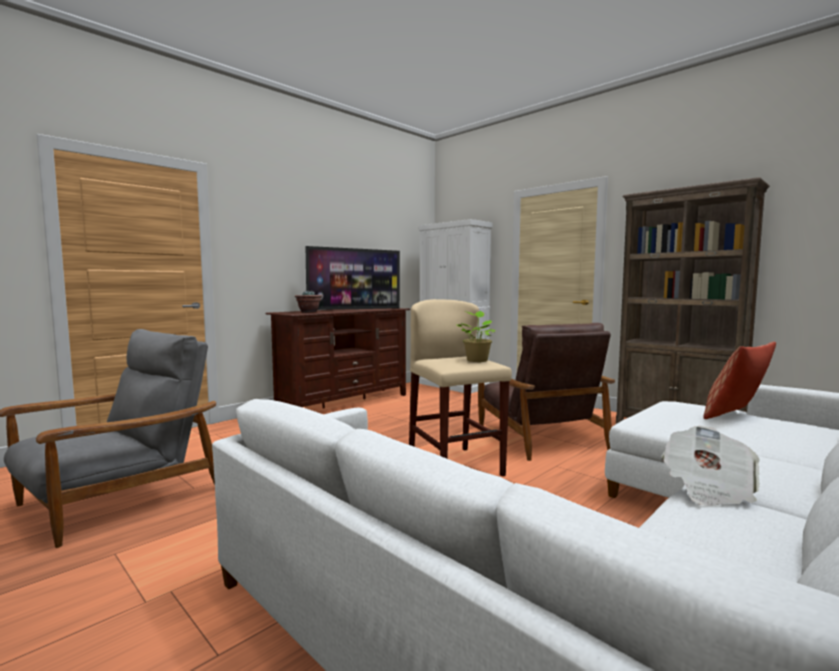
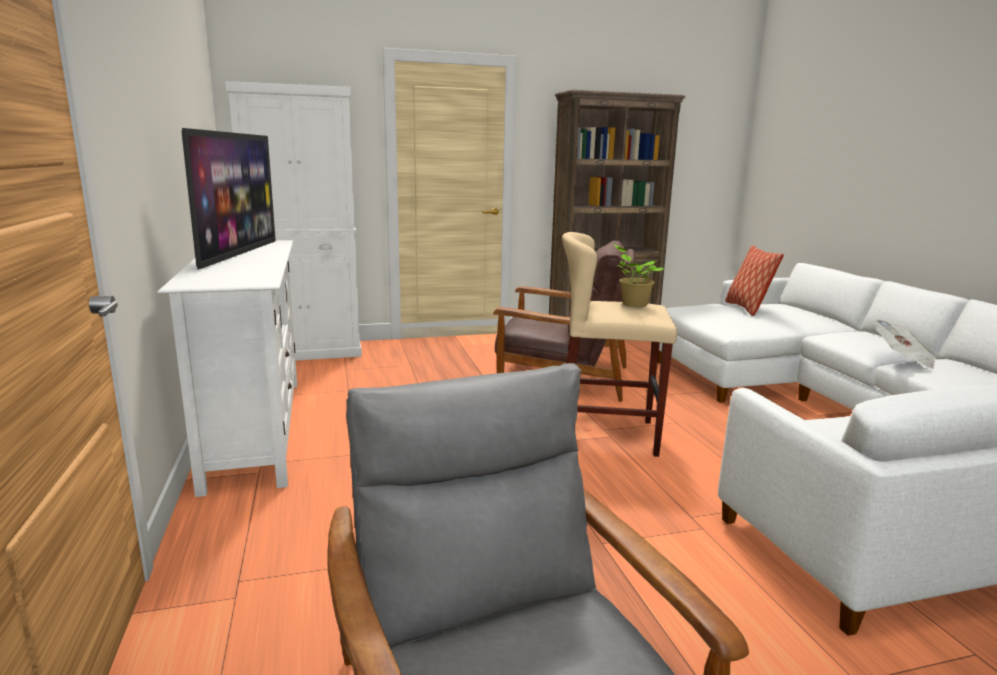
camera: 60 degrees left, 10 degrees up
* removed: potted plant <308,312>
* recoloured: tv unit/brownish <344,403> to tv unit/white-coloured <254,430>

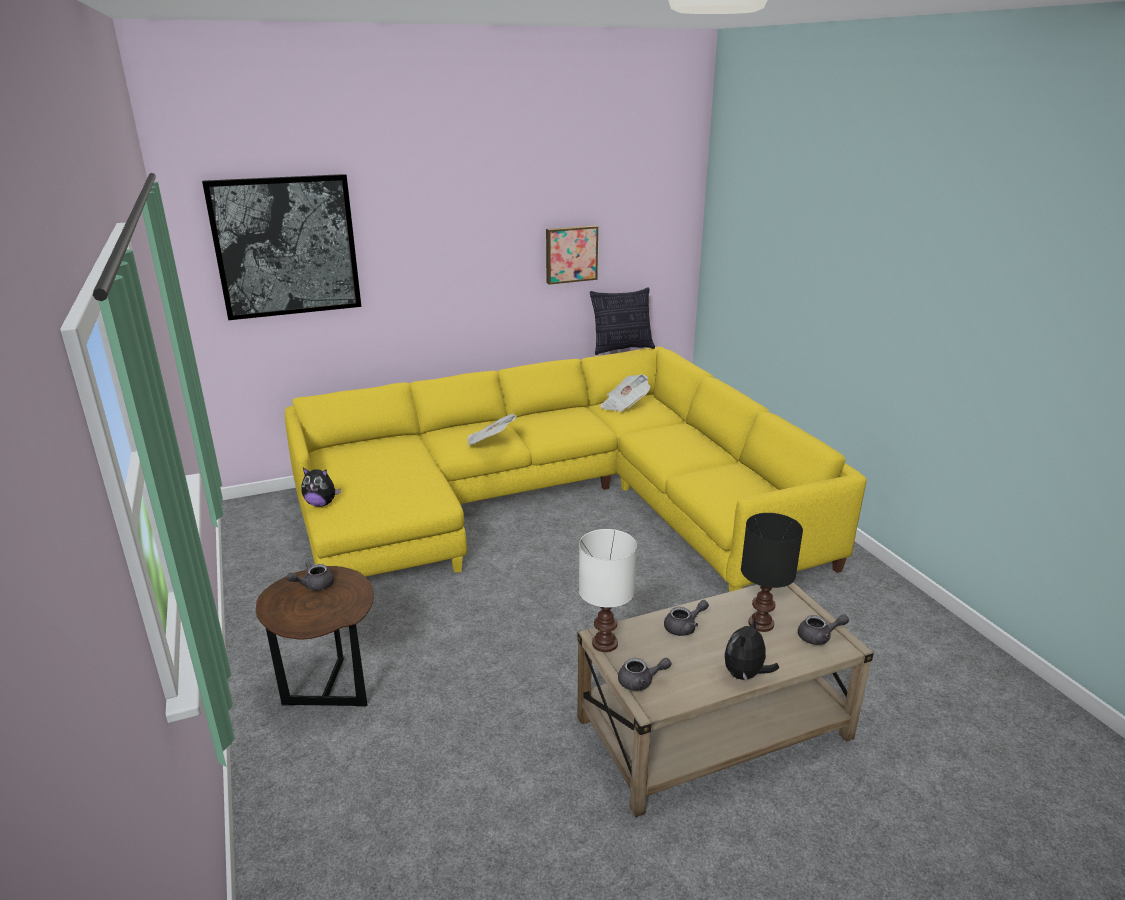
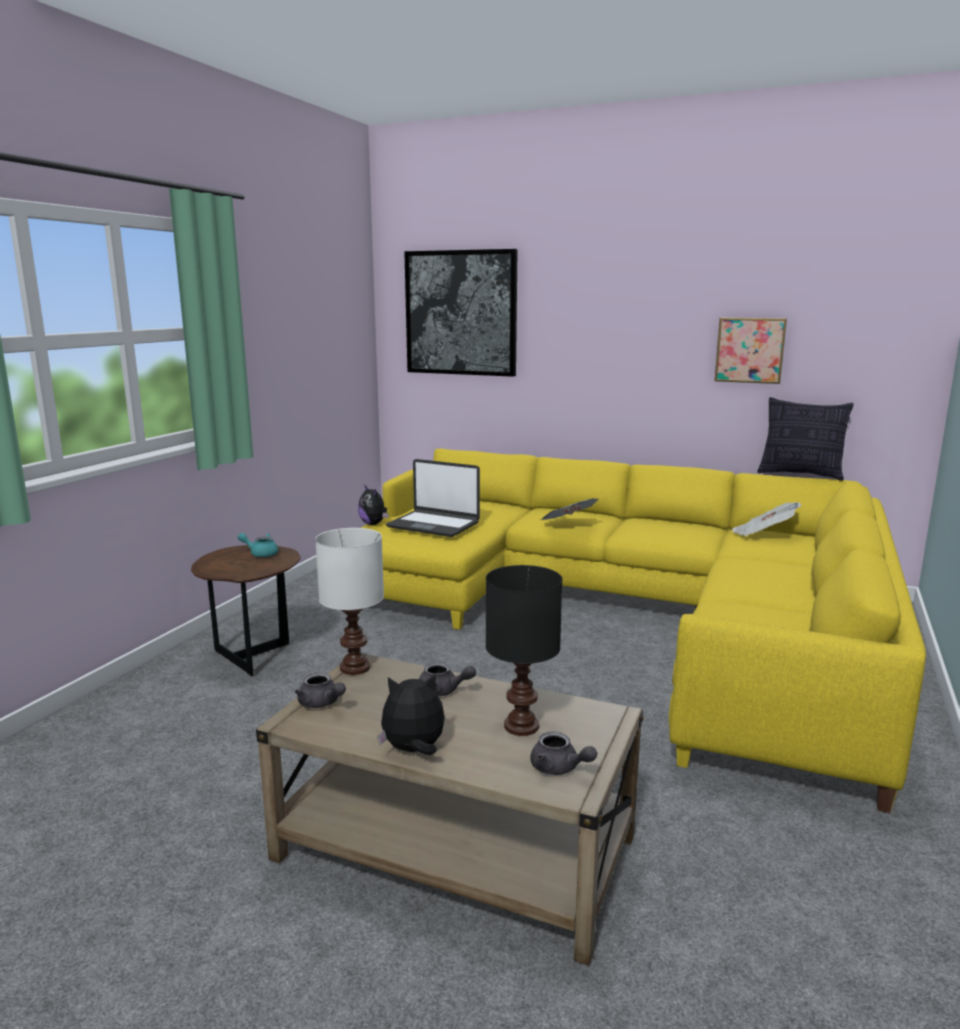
camera: 45 degrees right, 10 degrees down
* added: notebook computer <434,525>
* recoloured: teapot/grey <314,585> to teapot/blue-green <261,554>

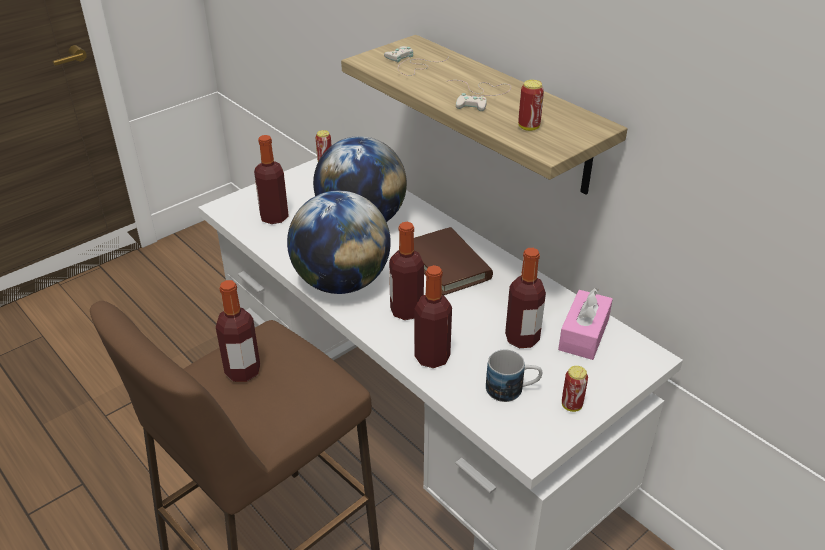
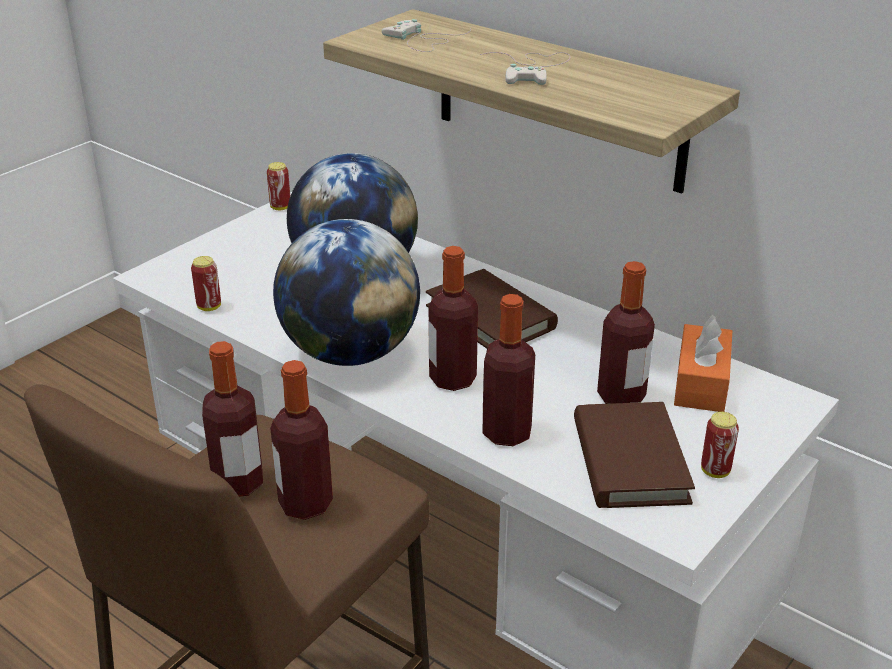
camera: 10 degrees left, 5 degrees down
* moved: bottle <274,217> to <305,504>
* moved: metal can <528,127> to <209,307>
* replaced: tea mug <512,390> to volume/brownish <629,461>
* recoloured: tissue box/pinkish <583,334> to tissue box/orangey <701,383>

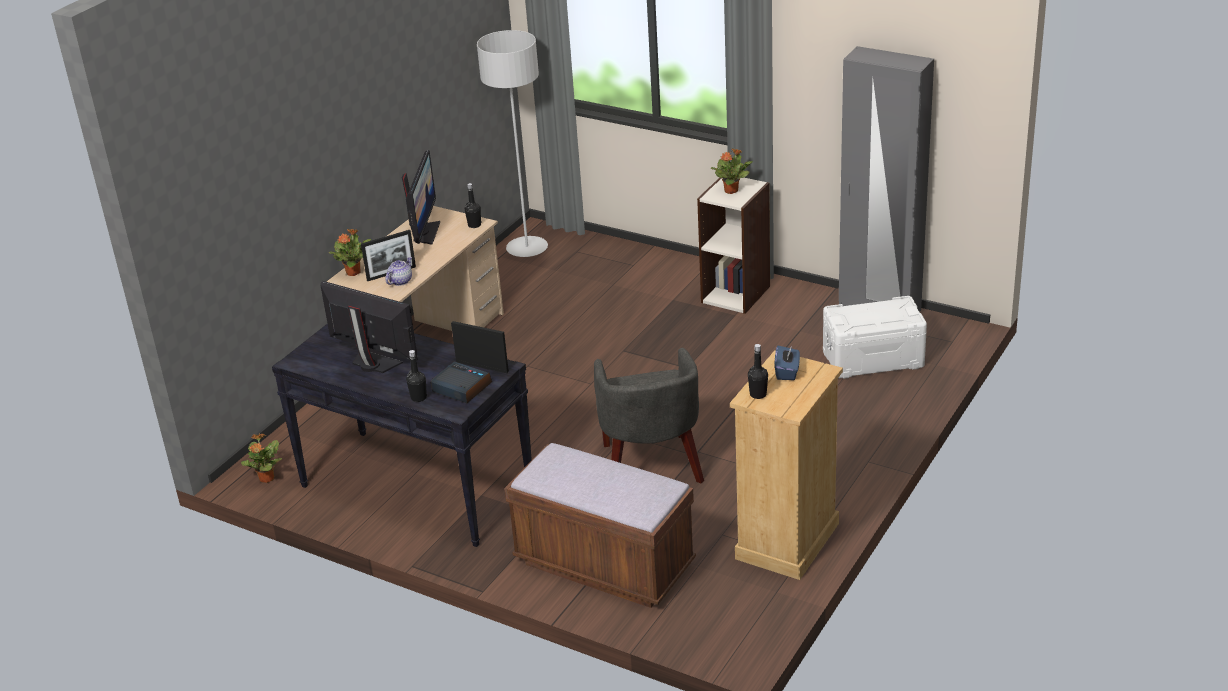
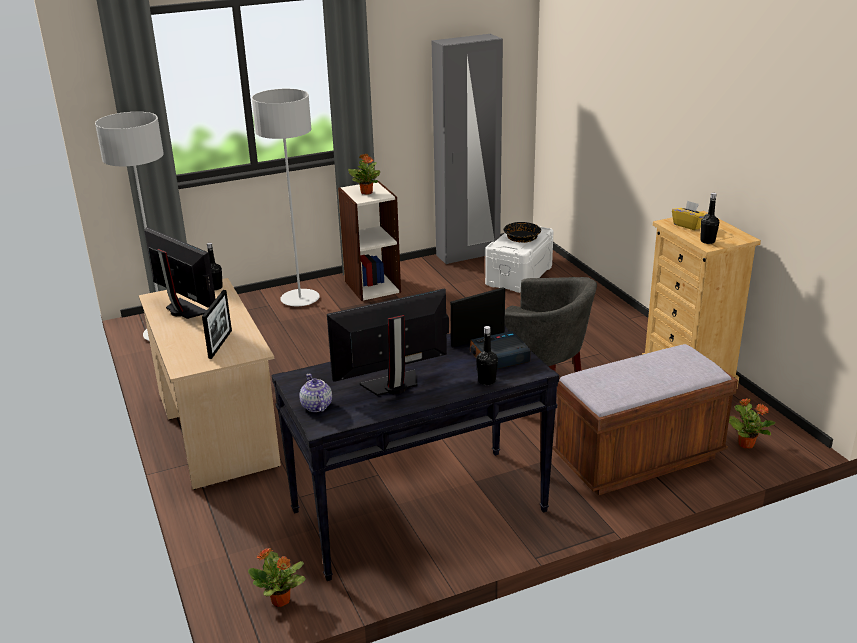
camera: 55 degrees left, 5 degrees down
* added: standing lamp/grey <300,299>
* added: bowl/blackish <522,238>
* moved: potted plant <353,272> to <745,444>
* moved: teapot <400,281> to <316,406>
* recoloured: tissue box/blue-coloured <787,372> to tissue box/yellowish <688,225>

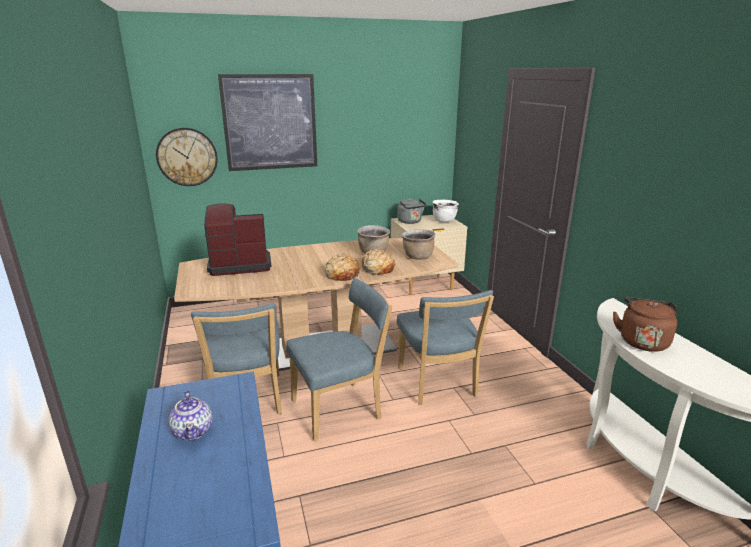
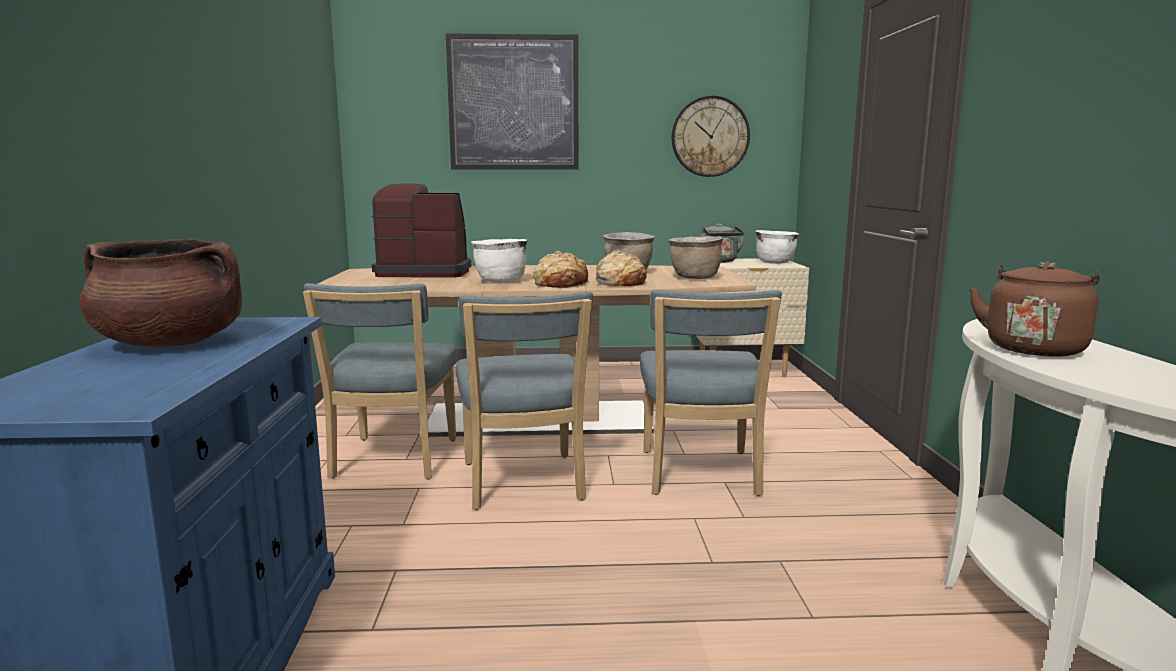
camera: 15 degrees right, 10 degrees down
* added: stockpot/white-coloured <500,281>
* moved: wall clock <187,157> to <710,136>
* replaced: teapot <193,431> to stockpot/brownish <172,343>
* turned: chair/blue-coloured <340,408> = <523,484> 90 degrees clockwise

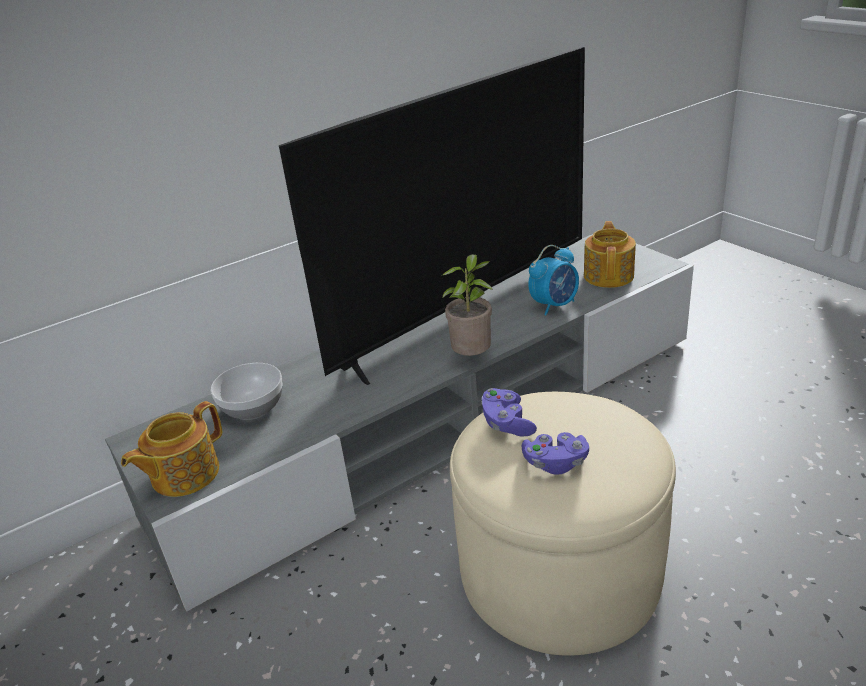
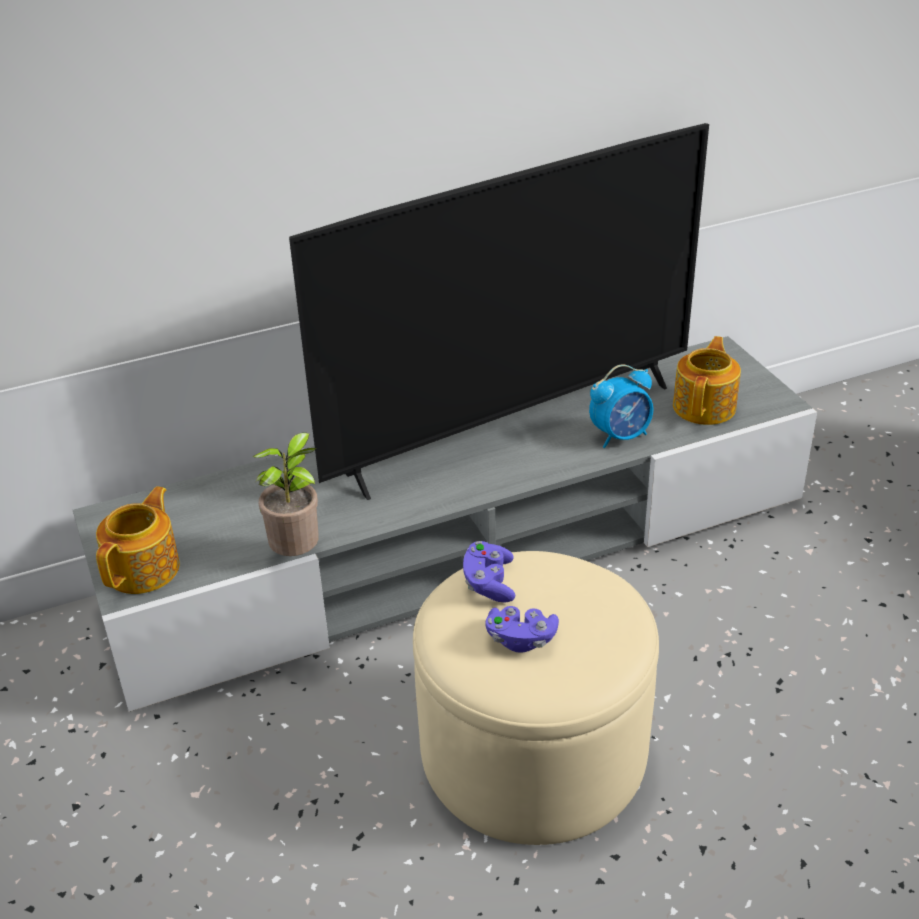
camera: 10 degrees right, 5 degrees up
* removed: bowl <254,407>
* moved: potted plant <473,357> to <299,554>
* turned: teapot <183,474> = <145,568> 150 degrees clockwise

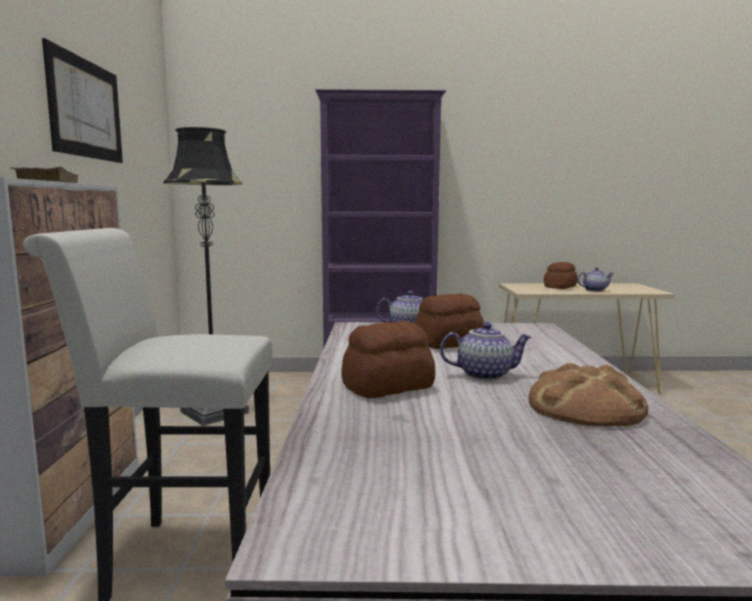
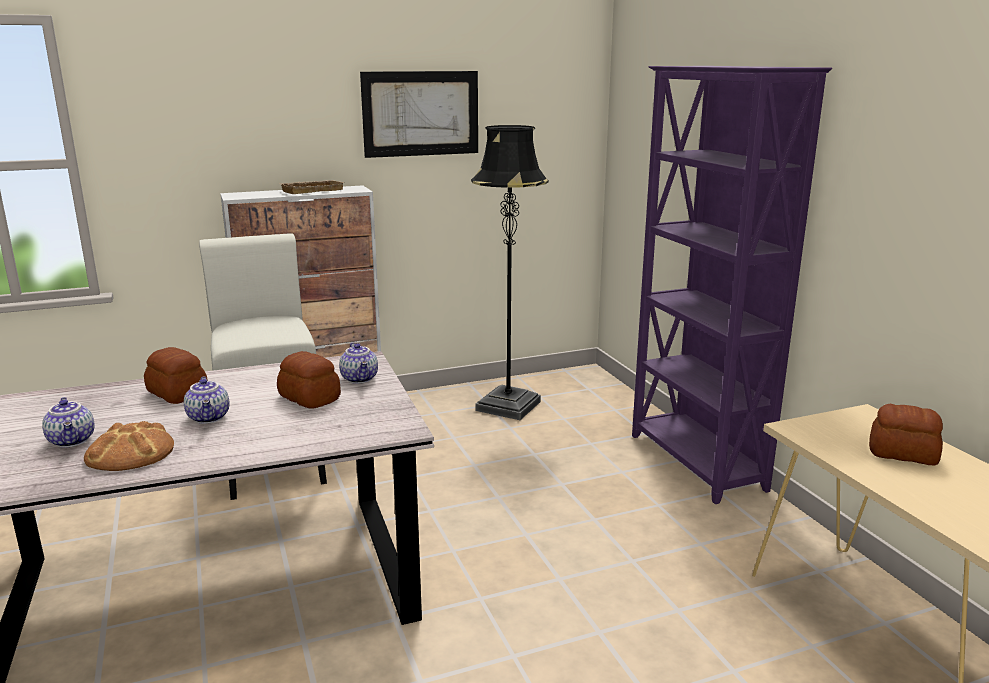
camera: 70 degrees right, 10 degrees up
* moved: teapot <594,290> to <73,440>

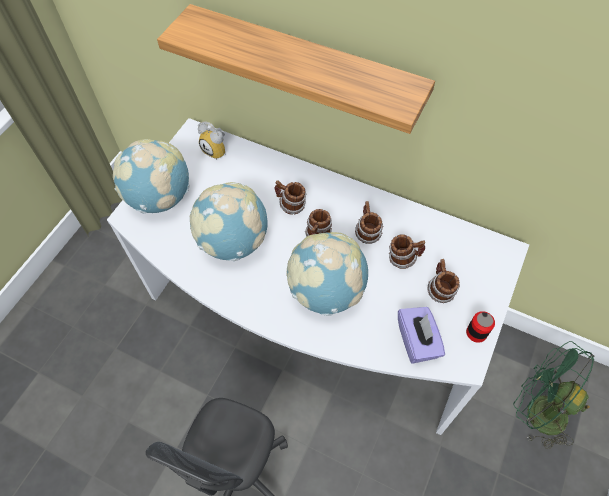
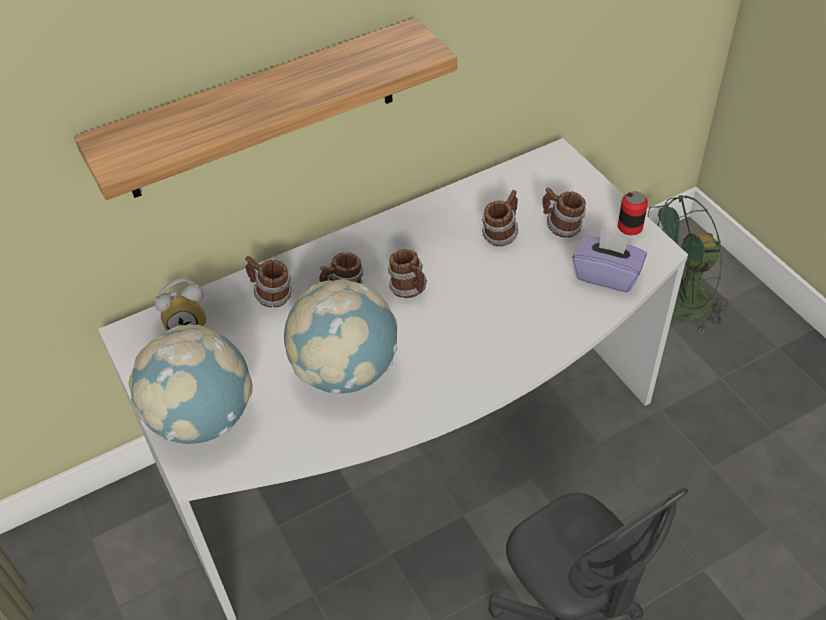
camera: 55 degrees left, 10 degrees down
* removed: globe <327,291>
* moved: tea mug <367,233> to <271,296>

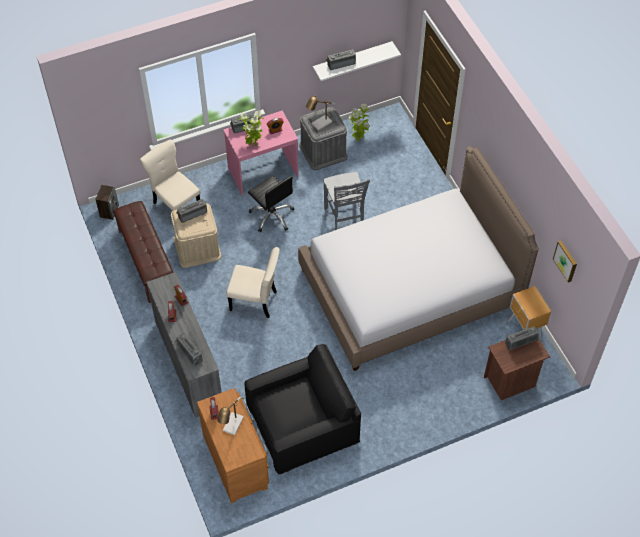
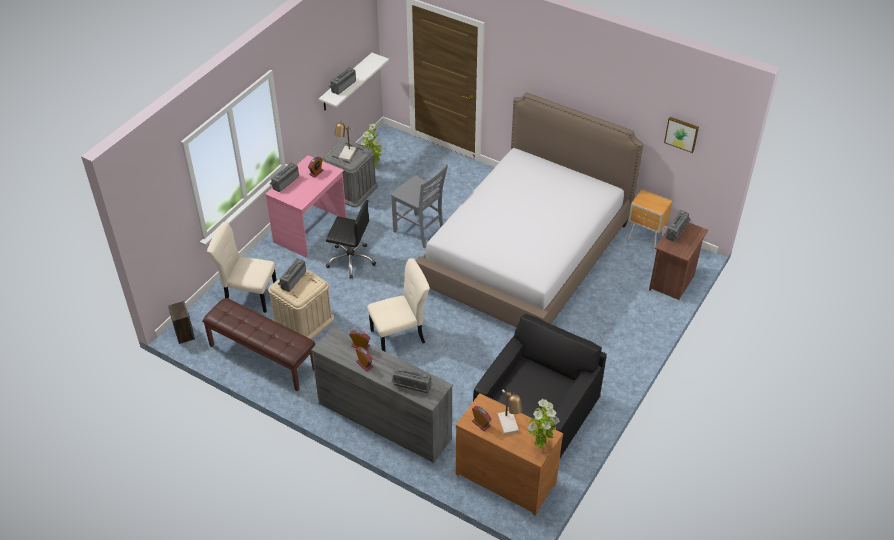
camera: 35 degrees left, 10 degrees down
* moved: potted plant <253,144> to <540,444>

